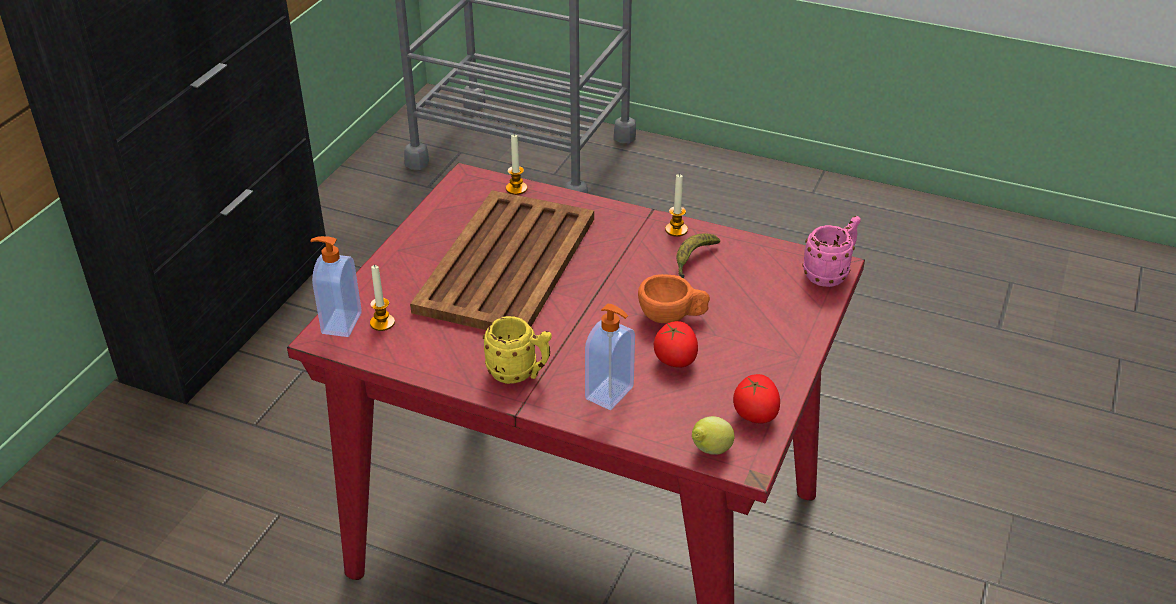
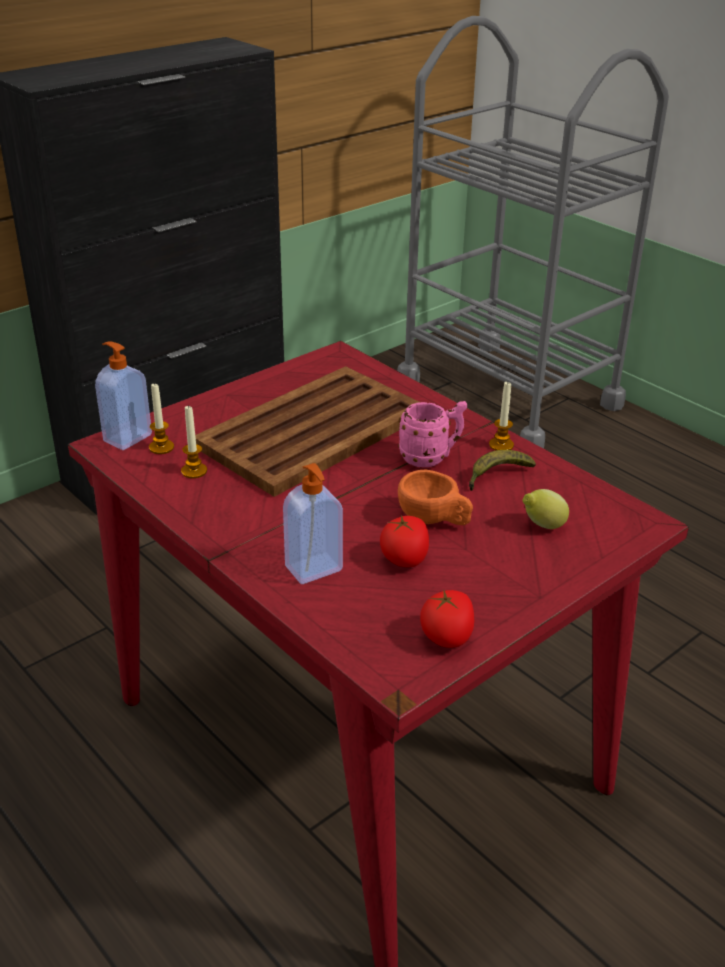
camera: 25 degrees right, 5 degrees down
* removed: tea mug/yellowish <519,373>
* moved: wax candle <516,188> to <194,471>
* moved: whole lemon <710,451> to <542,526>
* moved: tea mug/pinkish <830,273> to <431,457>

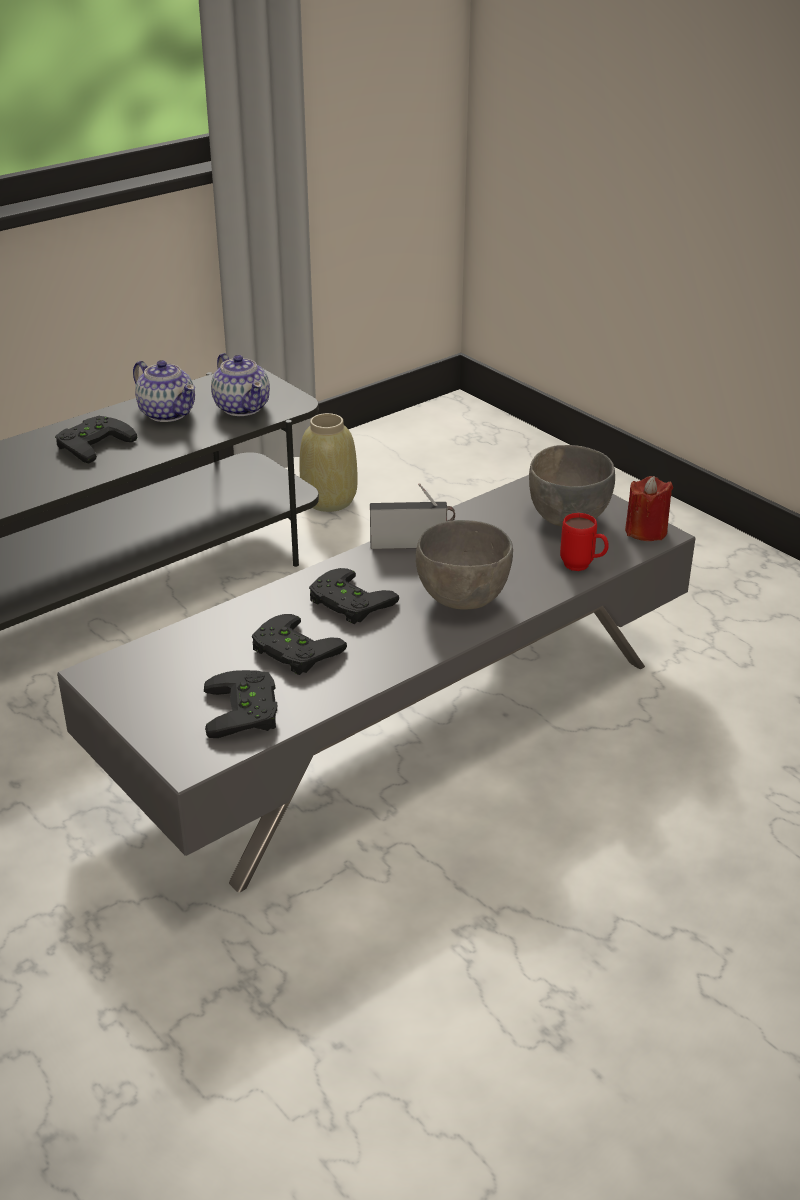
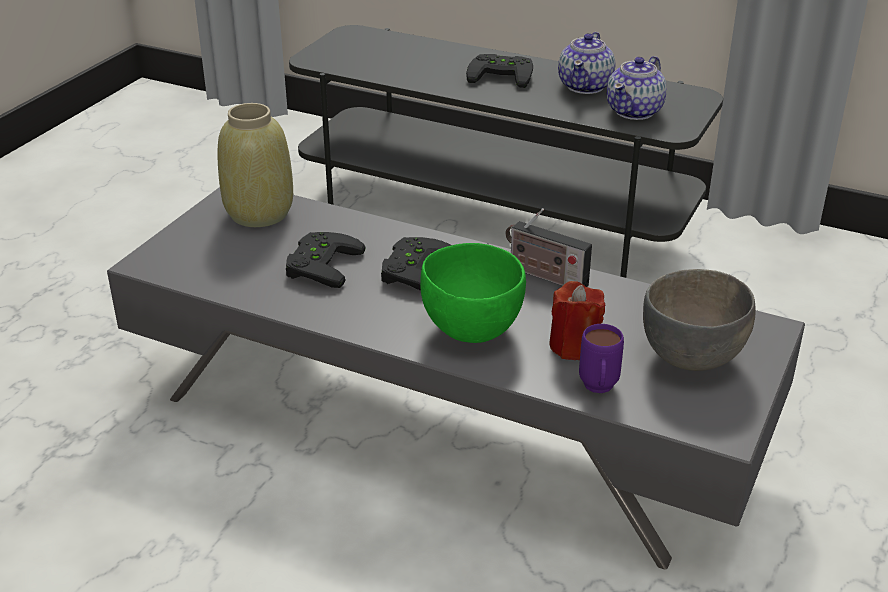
camera: 65 degrees right, 0 degrees up
* removed: gamepad/blackish <247,710>
* moved: vase/beige-coloured <329,500> to <260,213>
* moved: wax candle/red-coloured <646,531> to <574,346>
* recoloured: bowl/grey <461,598> to bowl/green <471,328>
* recoloured: tea mug/red-coloured <582,567> to tea mug/purple <598,390>
* turned: radio set <412,544> = <544,276> 150 degrees clockwise

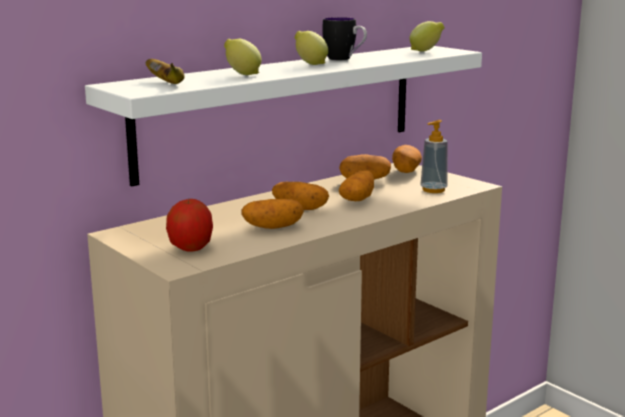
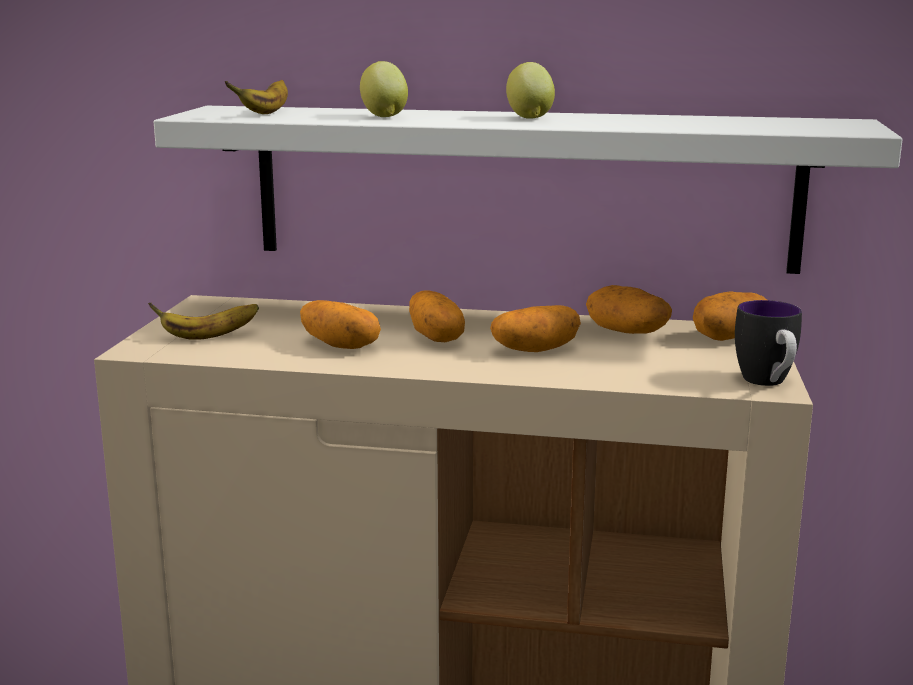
camera: 50 degrees right, 0 degrees up
* removed: whole lemon <426,51>
* removed: soap bottle <433,190>
* moved: tea mug <344,59> to <768,383>
* replaced: apple <191,248> to whole banana <207,337>

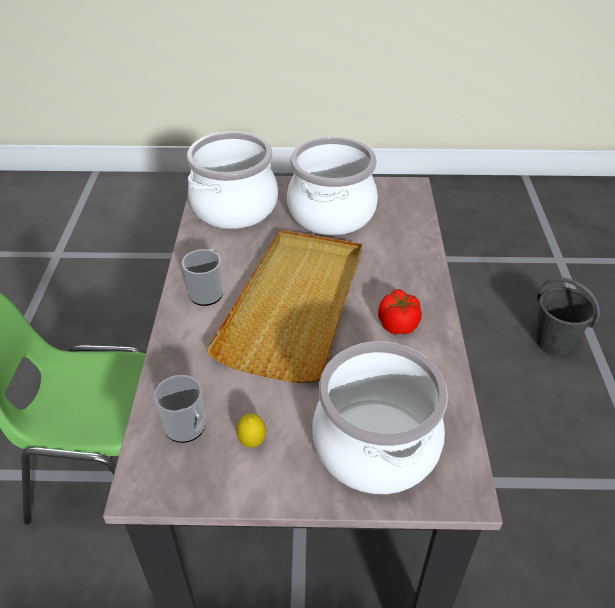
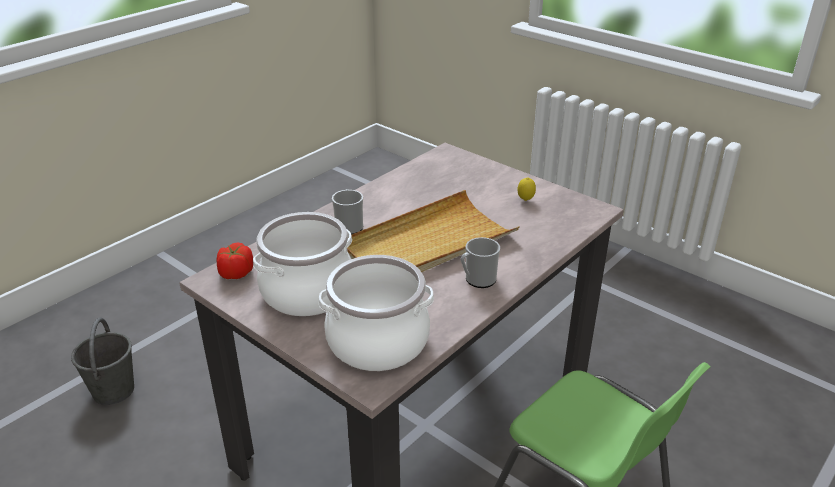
camera: 140 degrees left, 10 degrees down
* removed: stockpot <374,445>
* moved: tea mug <188,429> to <349,226>
* moved: tomato <398,324> to <236,273>

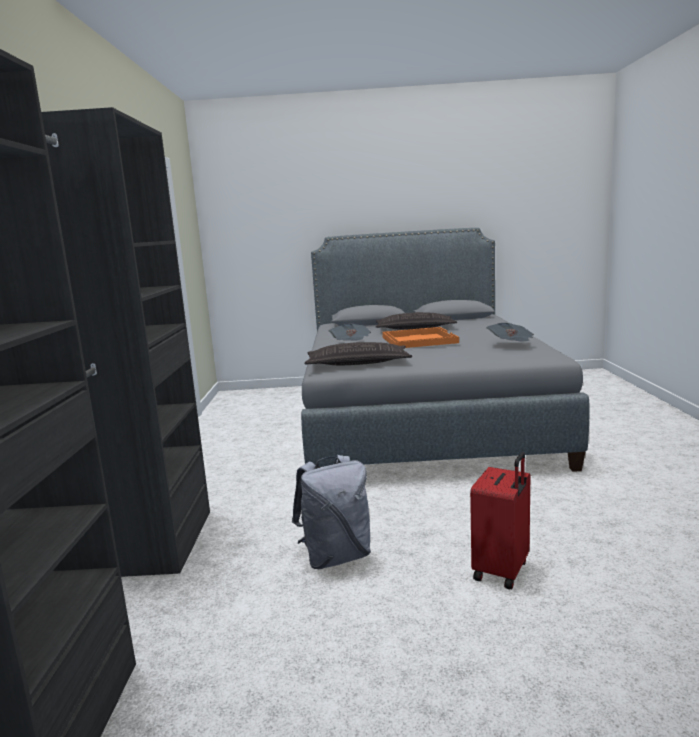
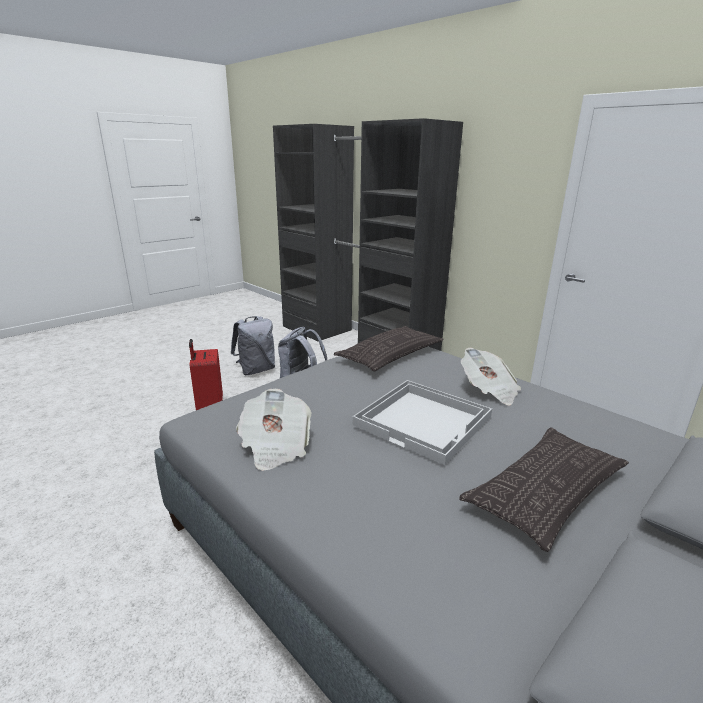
camera: 135 degrees right, 10 degrees up
* added: backpack/grey <256,370>
* recoloured: tray/orangey <418,340> to tray/white-coloured <424,421>

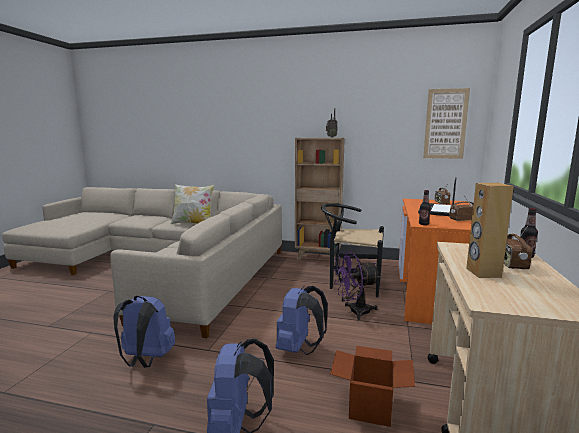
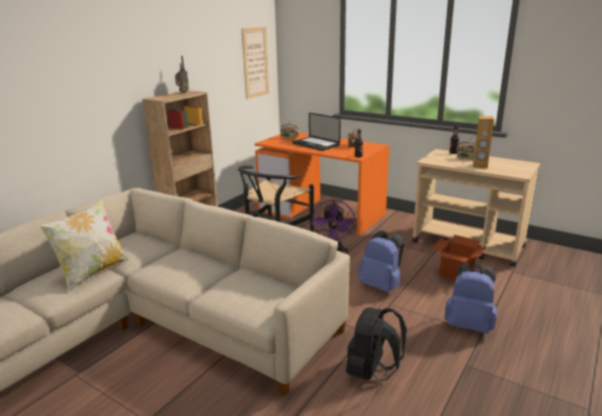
camera: 70 degrees left, 10 degrees up
* recoloured: backpack/blue-coloured <146,360> to backpack/blackish <372,372>

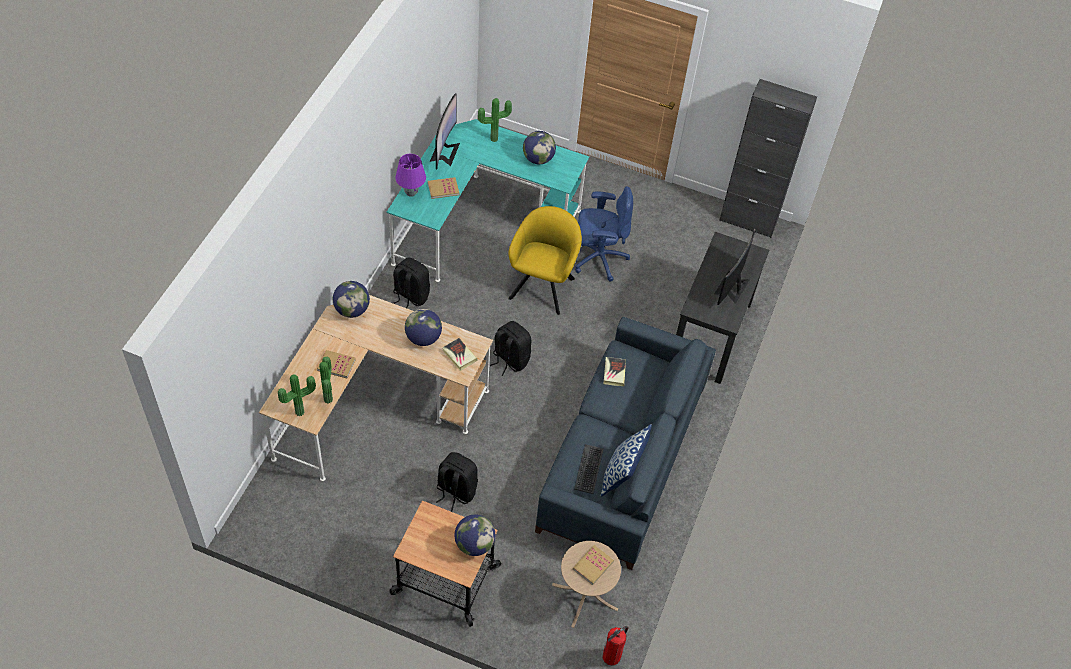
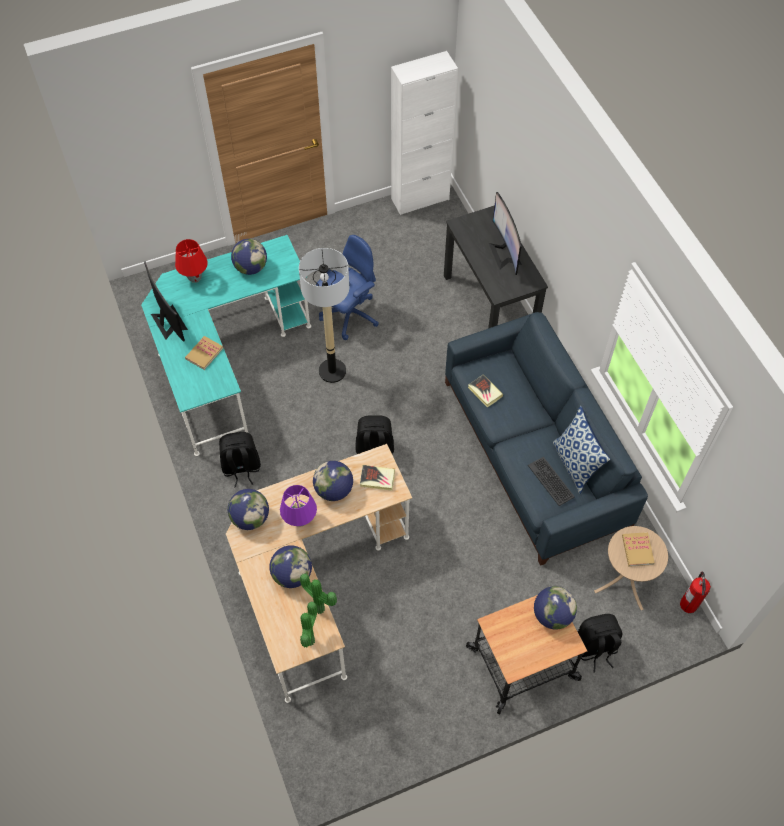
camera: 40 degrees left, 5 degrees up
* moved: tabletop lamp/purple <411,193> to <300,521>
* moved: backpack/blackish <455,491> to <595,648>
* replaced: volume <336,365> to globe <292,574>
* replaced: potted plant <493,138> to tabletop lamp/red-coloured <195,278>
* replaced: armchair/yellowish <543,285> to standing lamp <332,371>
* recoloured: storage cabinet/blackish <748,221> to storage cabinet/white-coloured <420,199>

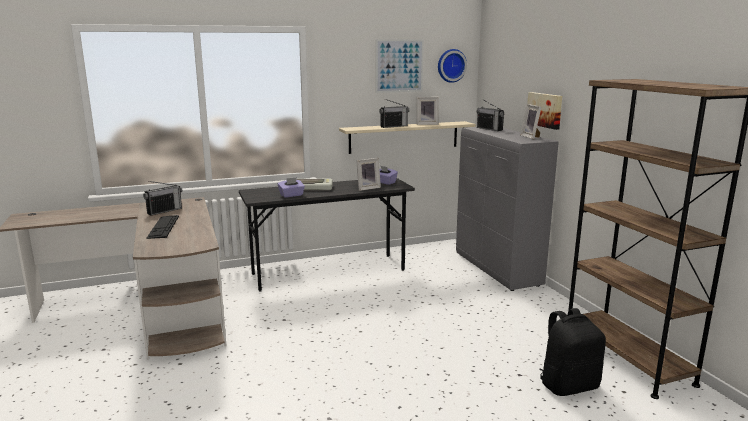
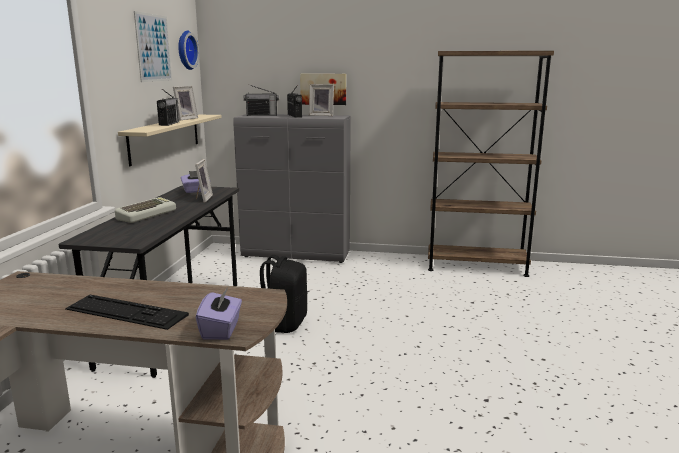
camera: 60 degrees left, 0 degrees up
* moved: radio set <164,211> to <294,116>
* moved: tissue box/purple <291,195> to <221,330>
* moved: backpack/blackish <568,385> to <285,323>

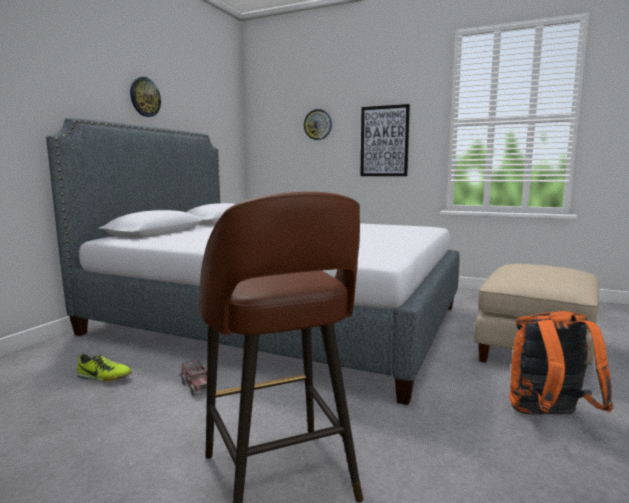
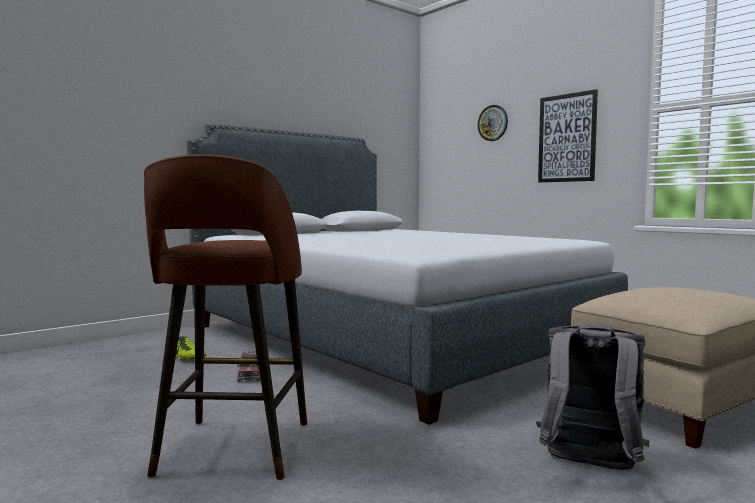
camera: 25 degrees right, 5 degrees down
* removed: wall clock <145,97>
* recoloured: backpack/orangey <548,417> to backpack/grey <589,467>

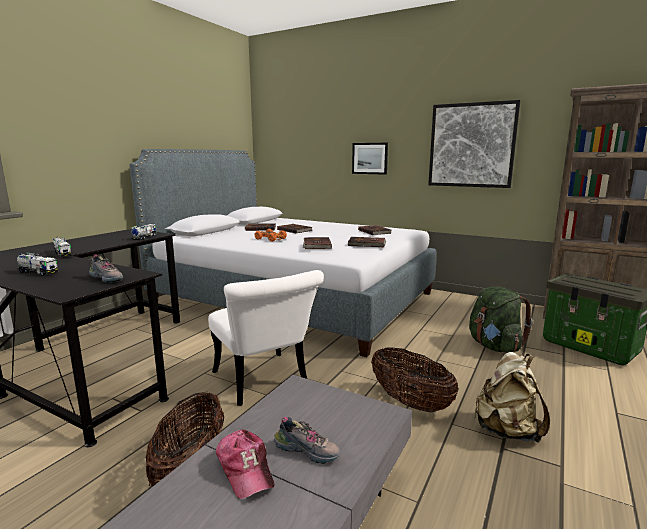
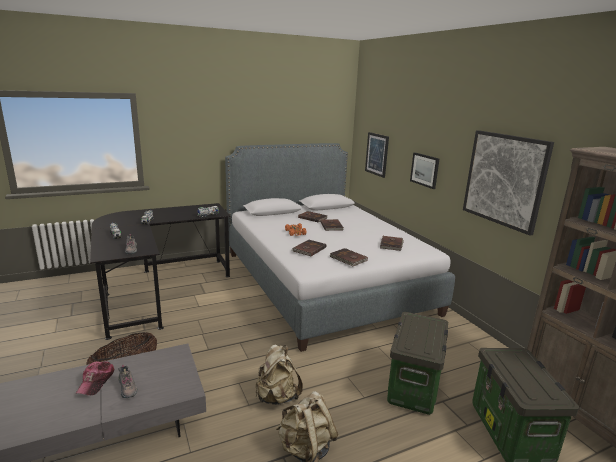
camera: 35 degrees right, 5 degrees up
* removed: chair/white-coloured <264,383>
* added: wall picture <377,154>
* replaced: basket <410,402> to backpack/beige-coloured <277,397>
* replaced: backpack/green <494,346> to storage bin <414,388>

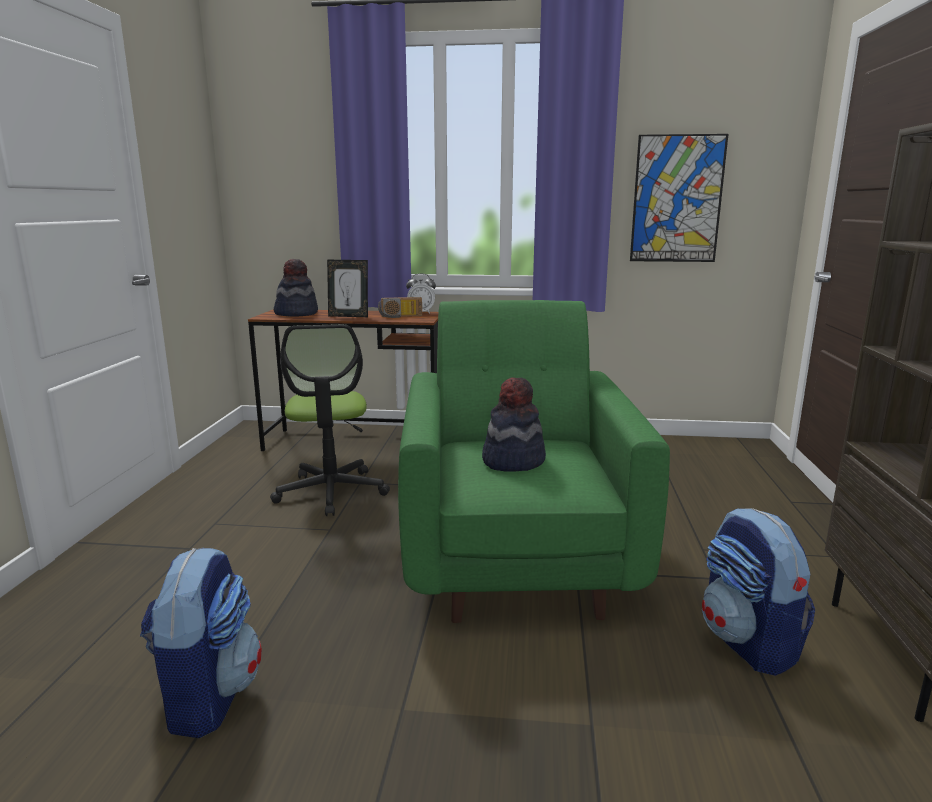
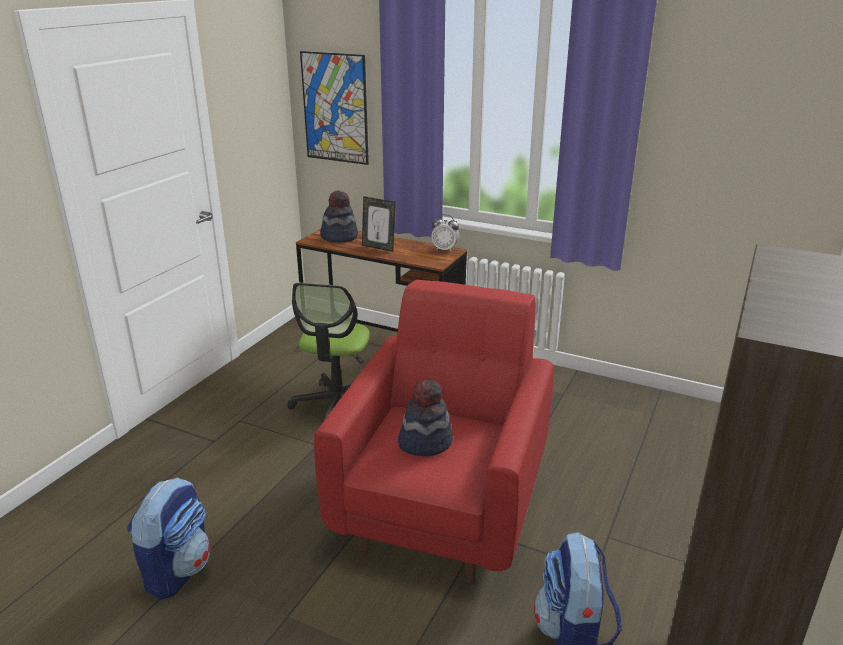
camera: 20 degrees right, 10 degrees up
* removed: radio set <400,316>
* moved: wall picture <677,199> to <335,108>
* recoloured: armchair/green <517,557> to armchair/red-coloured <444,507>

